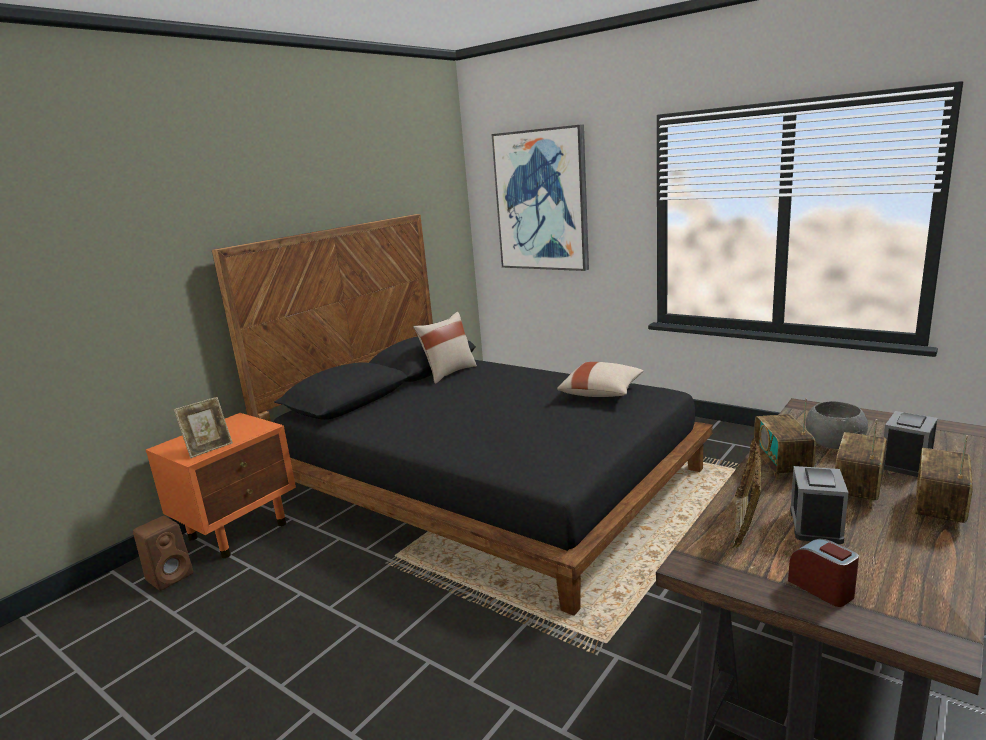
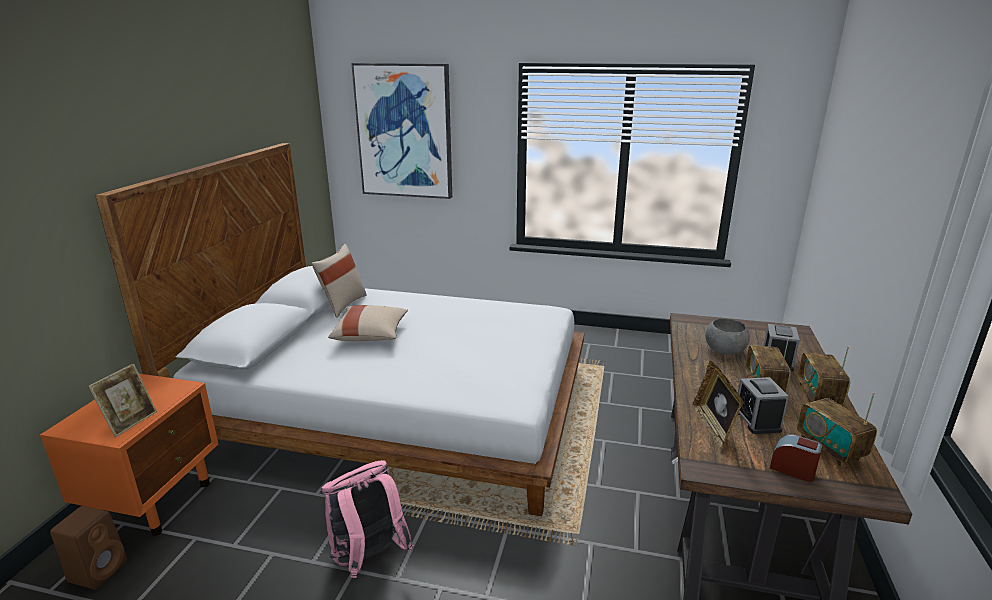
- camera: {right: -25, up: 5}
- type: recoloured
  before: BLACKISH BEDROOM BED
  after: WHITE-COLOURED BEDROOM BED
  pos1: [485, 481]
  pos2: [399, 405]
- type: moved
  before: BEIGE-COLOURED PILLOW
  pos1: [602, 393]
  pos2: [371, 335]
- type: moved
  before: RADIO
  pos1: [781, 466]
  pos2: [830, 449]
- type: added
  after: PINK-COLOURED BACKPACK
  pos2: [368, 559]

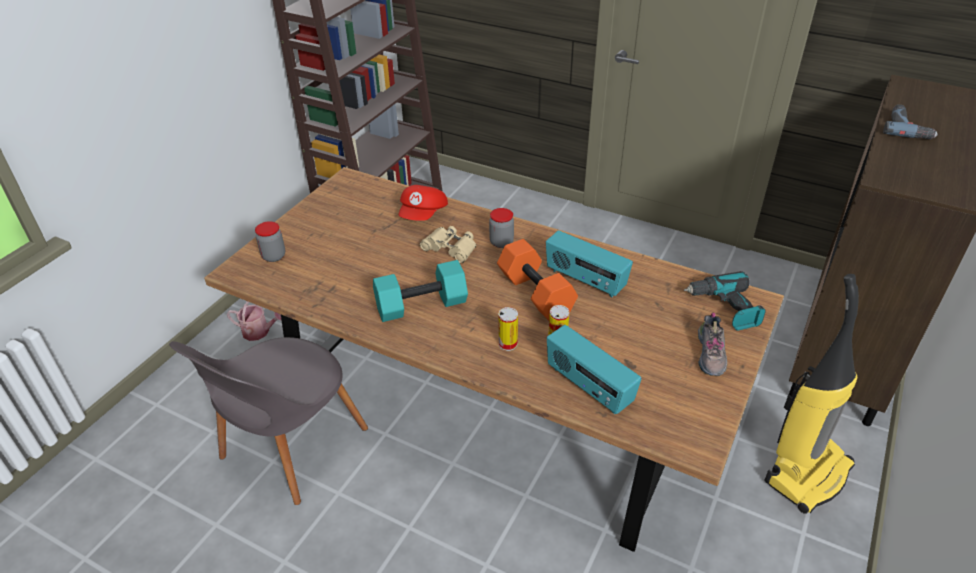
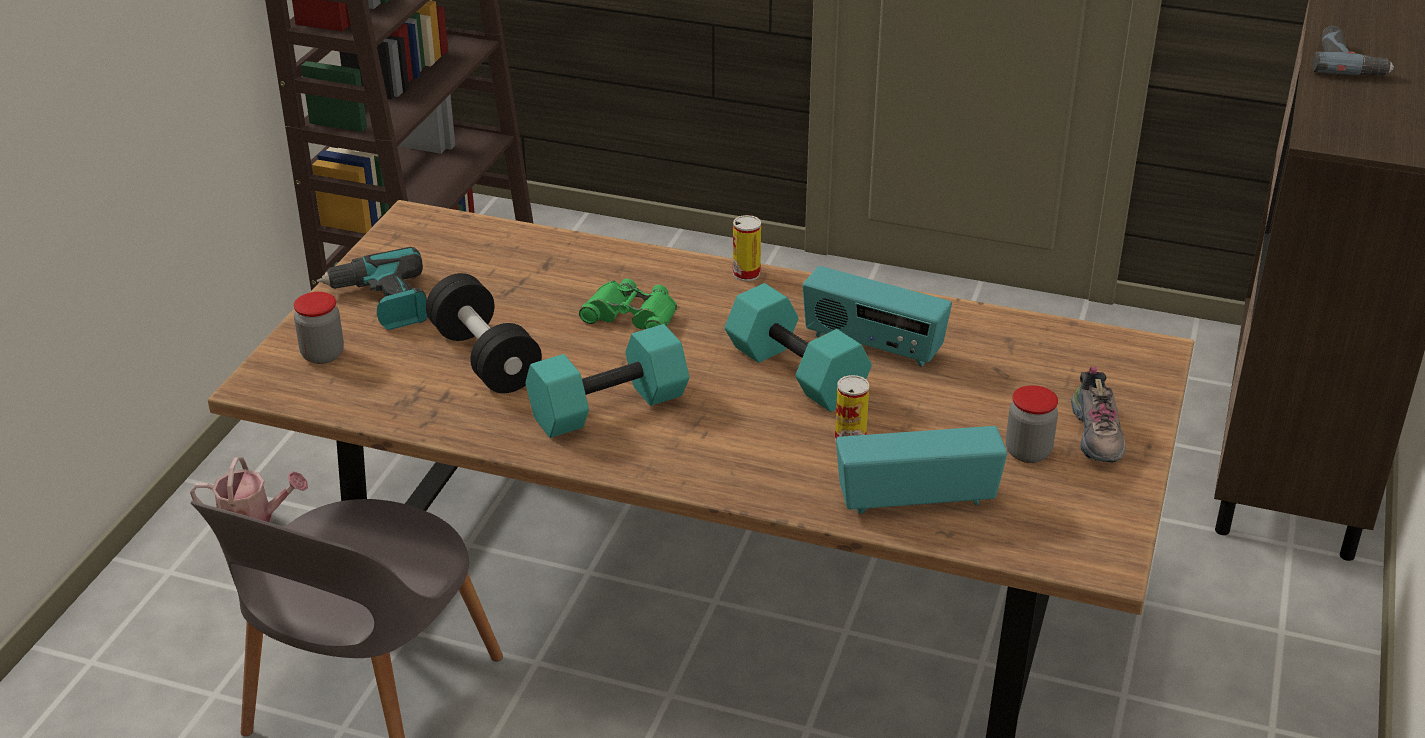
- camera: {right: -10, up: -5}
- type: removed
  before: REDDISH BASEBALL CAP
  pos1: [423, 214]
- type: recoloured
  before: BEIGE-COLOURED PAIR OF BINOCULARS
  after: GREEN PAIR OF BINOCULARS
  pos1: [450, 248]
  pos2: [631, 316]
- type: moved
  before: STORAGE JAR
  pos1: [501, 242]
  pos2: [1028, 452]
- type: recoloured
  before: ORANGE-COLOURED HAND WEIGHT
  after: TURQUOISE HAND WEIGHT
  pos1: [534, 294]
  pos2: [793, 373]
- type: moved
  before: SEALED CAN
  pos1: [508, 344]
  pos2: [746, 273]
- type: turned
  before: RADIO
  pos1: [588, 387]
  pos2: [916, 499]
  turn: 135
- type: moved
  before: DRILL
  pos1: [725, 308]
  pos2: [382, 303]
- type: removed
  before: HOOVER
  pos1: [806, 472]
- type: added
  after: BLACKISH HAND WEIGHT
  pos2: [485, 358]

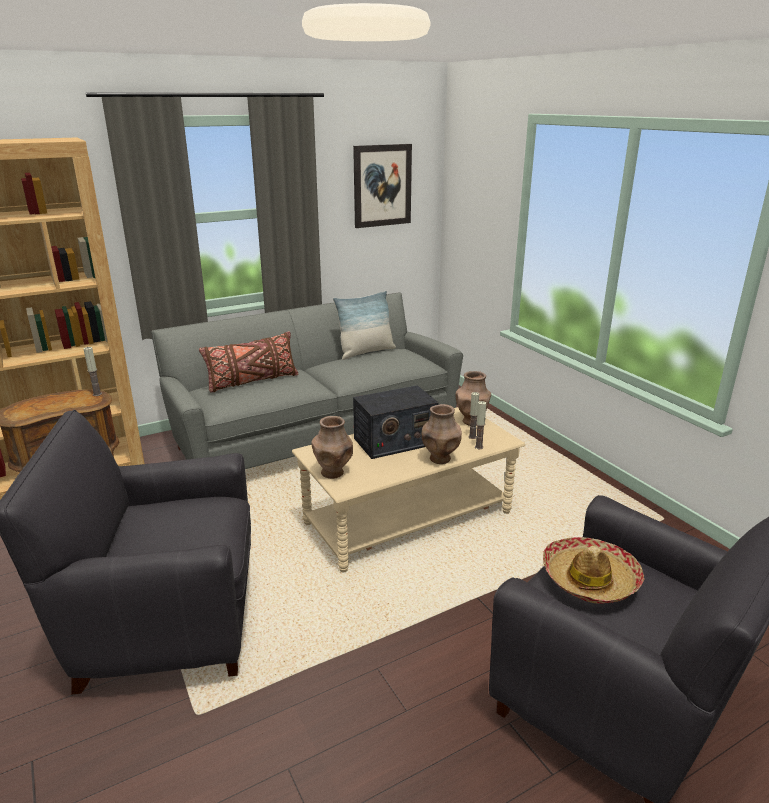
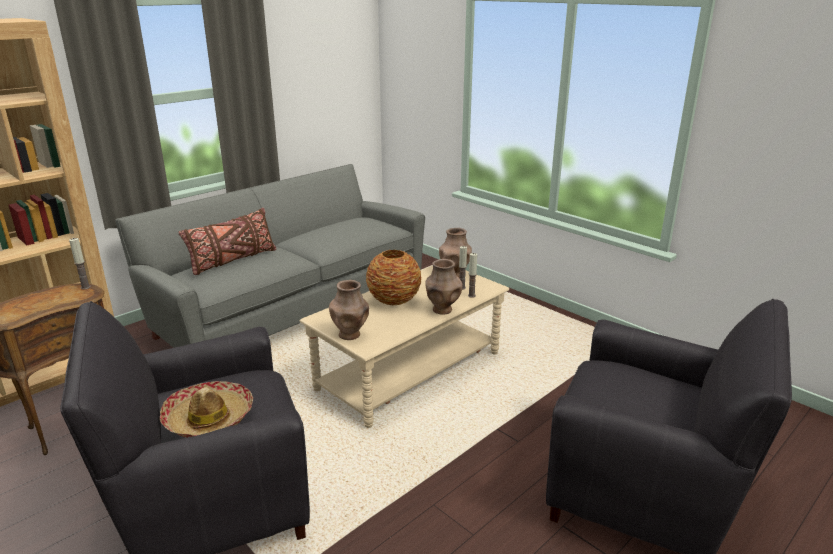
- camera: {right: -15, up: 0}
- type: removed
  before: PILLOW
  pos1: [366, 352]
- type: removed
  before: PICTURE
  pos1: [382, 185]
- type: replaced
  before: RADIO
  after: FLOWER VASE
  pos1: [394, 441]
  pos2: [394, 300]
- type: moved
  before: HAT
  pos1: [590, 579]
  pos2: [209, 418]

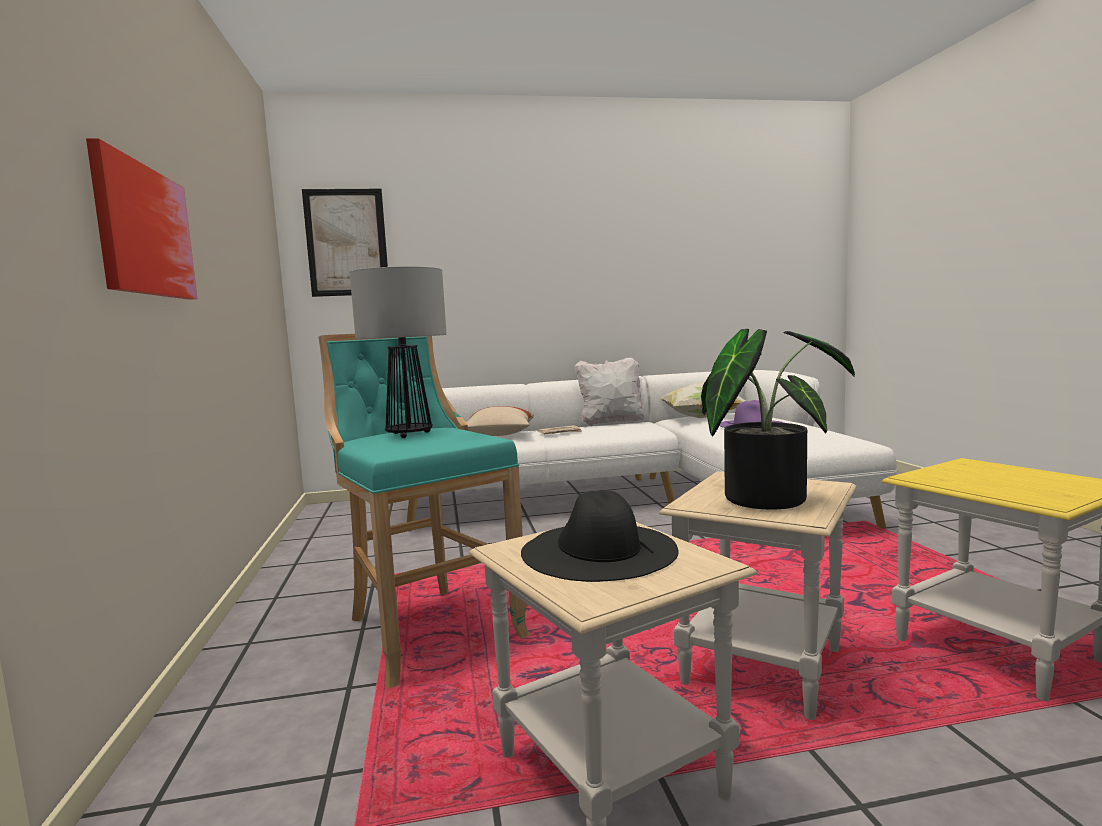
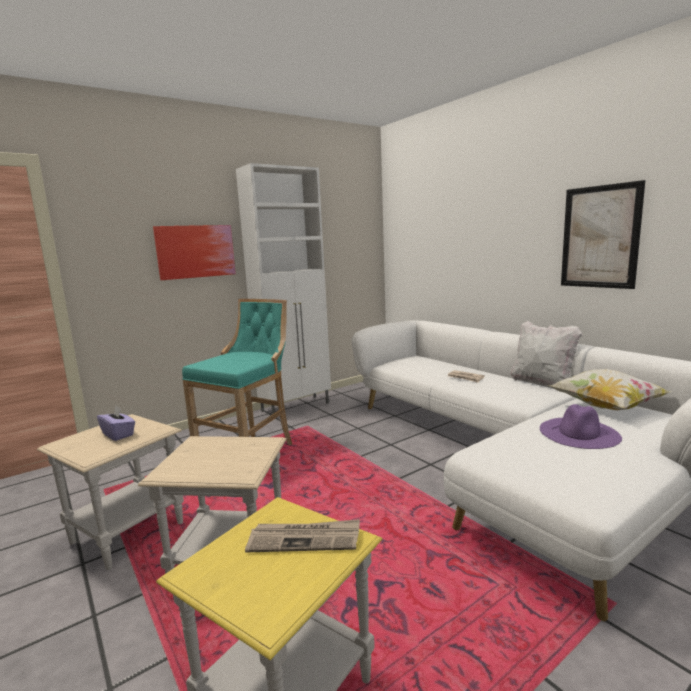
- camera: {right: 65, up: 5}
- type: moved
  before: PICTURE
  pos1: [347, 242]
  pos2: [600, 237]
- type: removed
  before: TABLETOP LAMP
  pos1: [408, 434]
- type: removed
  before: BEIGE-COLOURED PILLOW
  pos1: [499, 435]
- type: replaced
  before: BLACKISH HAT
  after: PURPLE-COLOURED BOX OF TISSUES
  pos1: [598, 550]
  pos2: [118, 434]
- type: removed
  before: POTTED PLANT
  pos1: [763, 496]
- type: added
  after: WHITE-COLOURED CUPBOARD
  pos2: [296, 407]
- type: added
  after: NEWSPAPER
  pos2: [305, 539]

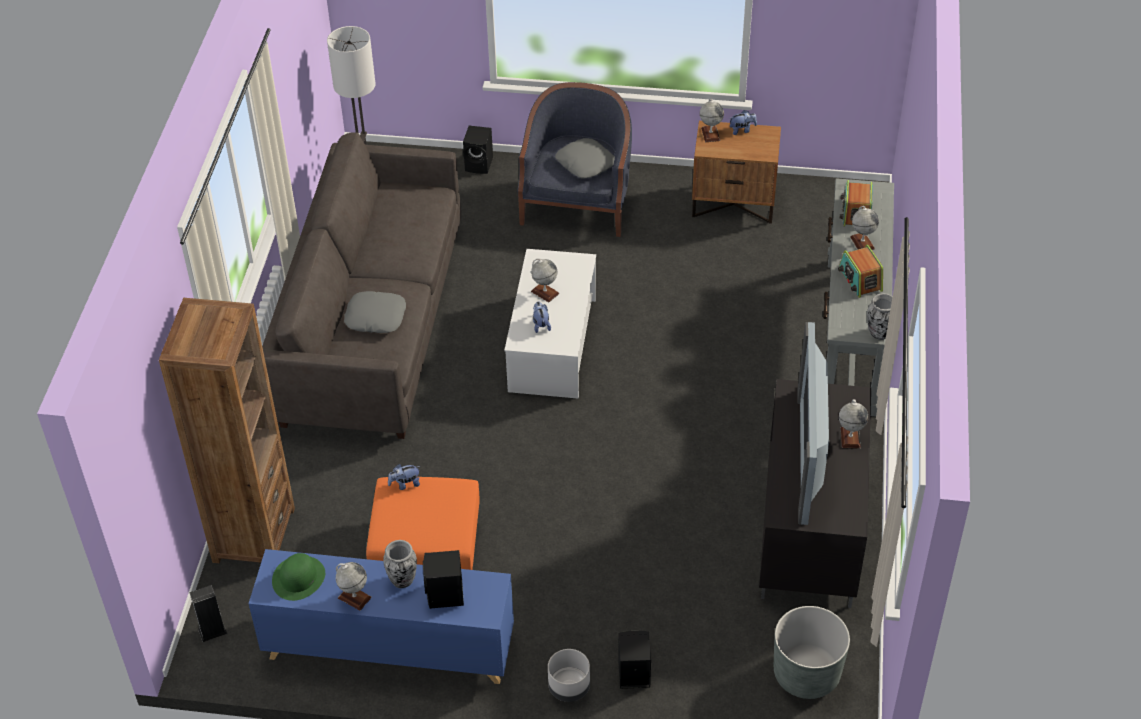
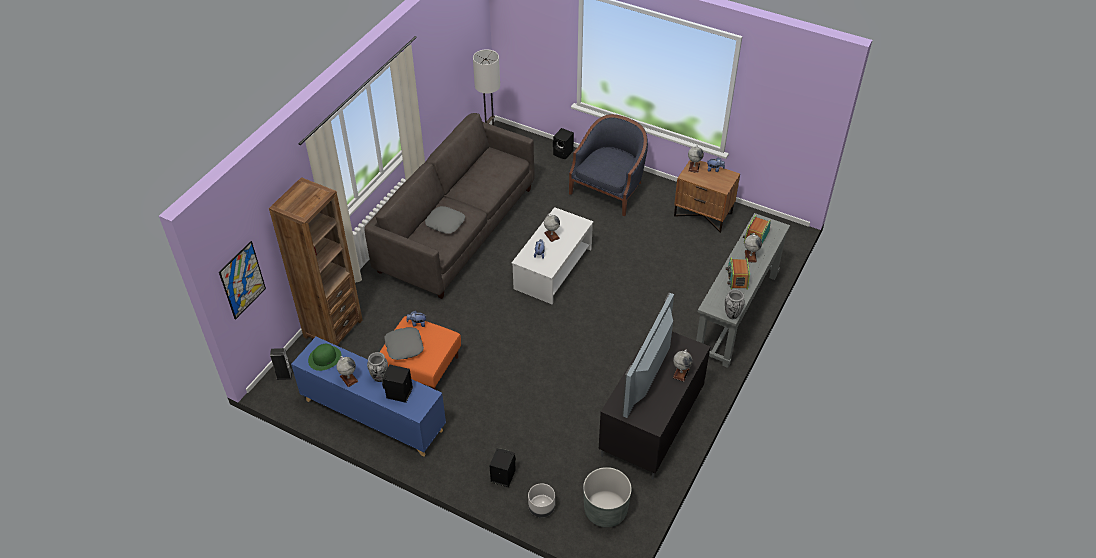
- camera: {right: 20, up: 0}
- type: moved
  before: GREY PLANT POT
  pos1: [569, 687]
  pos2: [541, 508]
- type: moved
  before: GREY PILLOW
  pos1: [585, 163]
  pos2: [404, 346]
- type: added
  after: PICTURE
  pos2: [242, 280]

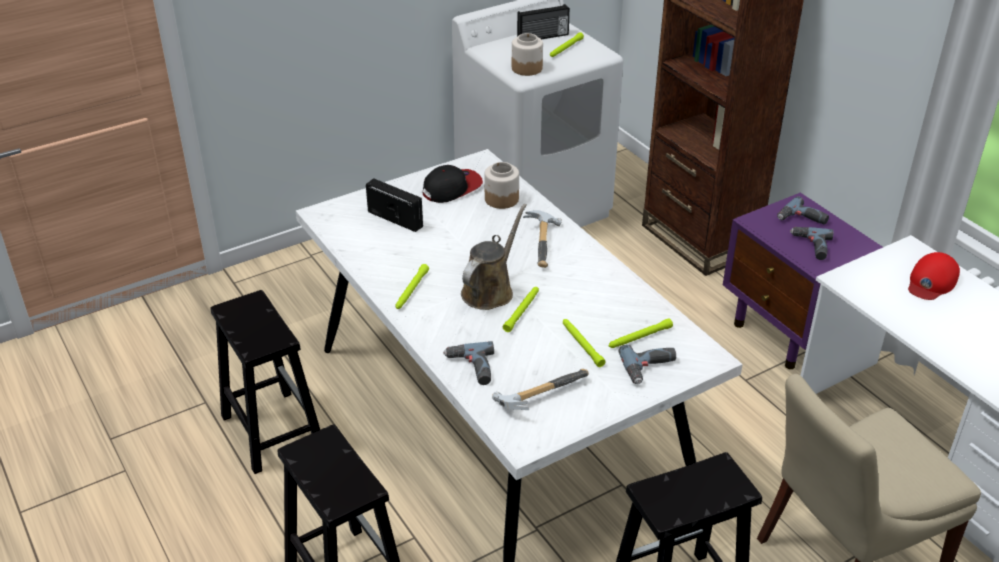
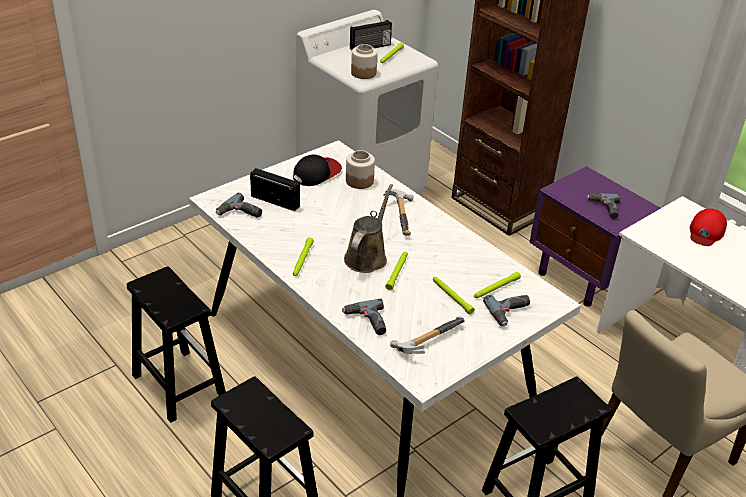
- camera: {right: -10, up: 0}
- type: moved
  before: DRILL
  pos1: [802, 219]
  pos2: [239, 214]

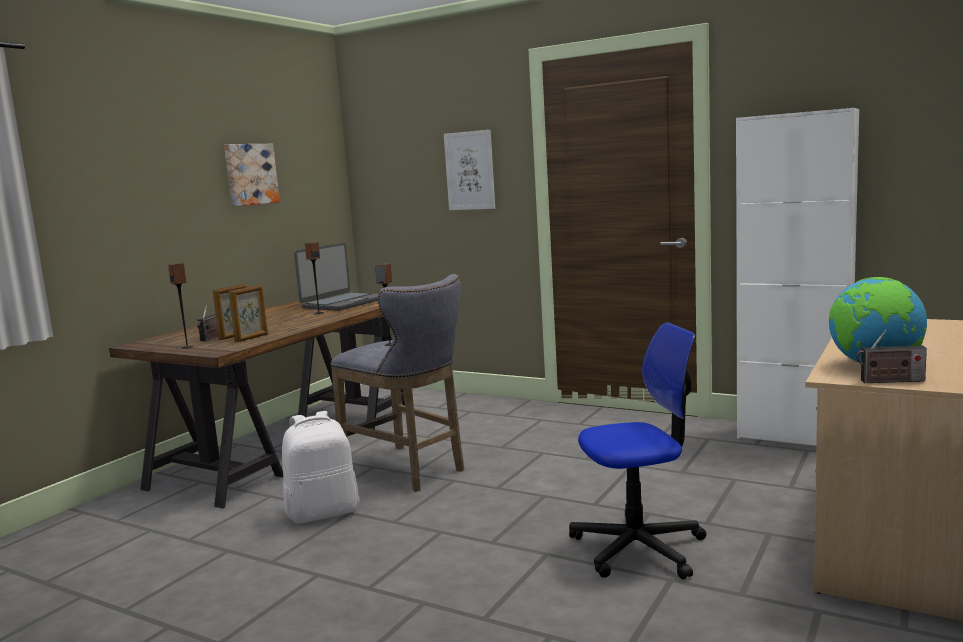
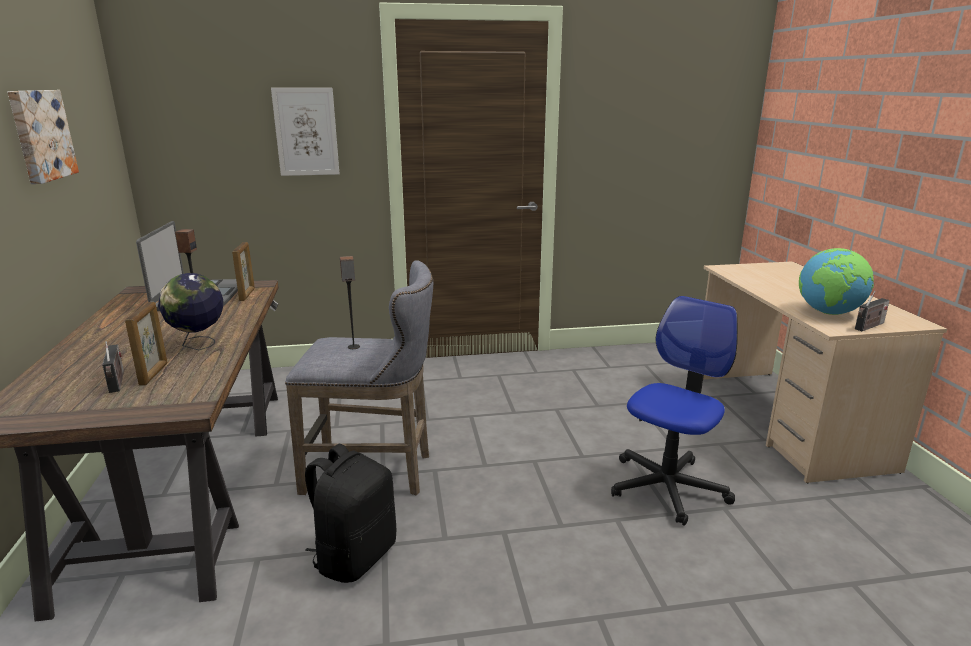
- camera: {right: -40, up: 10}
- type: removed
  before: SPEAKER
  pos1: [187, 347]
- type: moved
  before: STANDING FRAME
  pos1: [252, 338]
  pos2: [247, 295]
- type: recoloured
  before: WHITE-COLOURED BACKPACK
  after: BLACKISH BACKPACK
  pos1: [323, 512]
  pos2: [355, 556]
- type: removed
  before: WHITE-COLOURED CUPBOARD
  pos1: [793, 436]
- type: added
  after: GLOBE
  pos2: [198, 345]

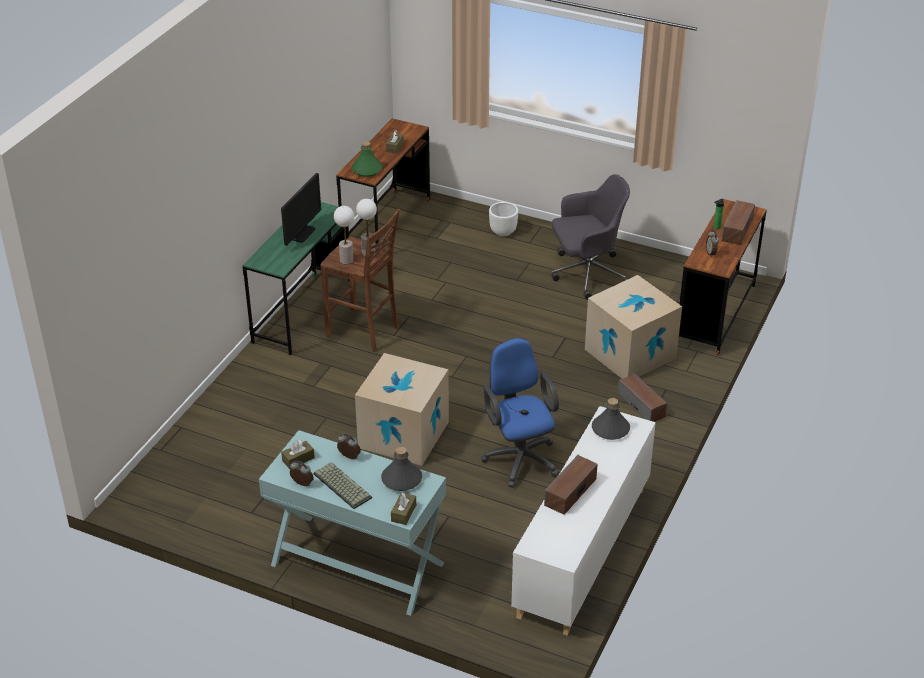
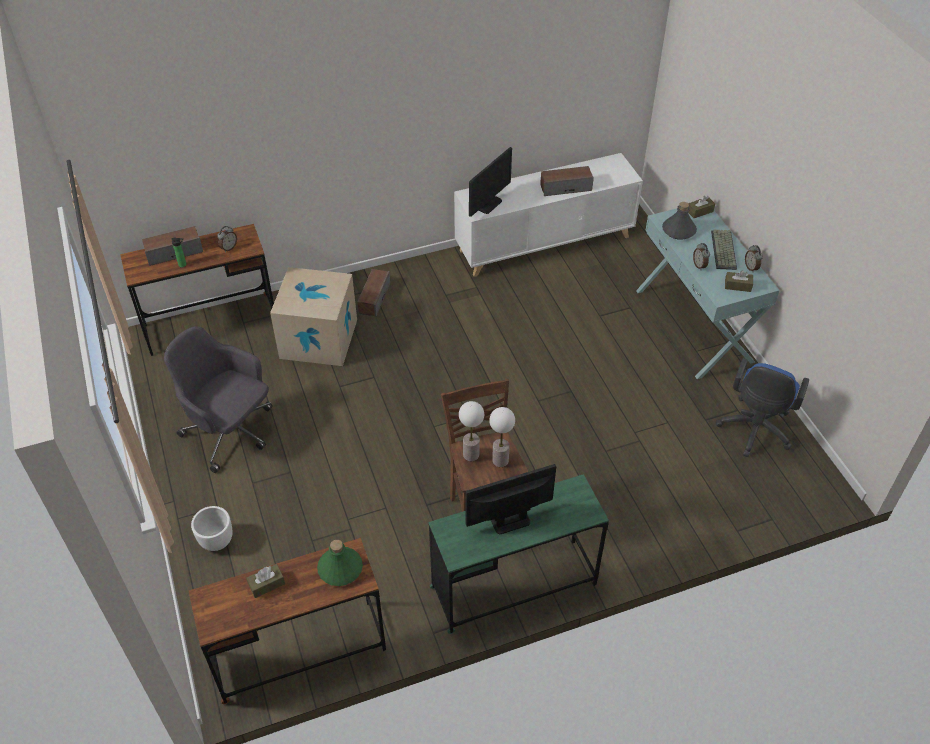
- camera: {right: -135, up: 10}
- type: removed
  before: PACKING BOX
  pos1: [403, 434]
- type: moved
  before: BLUE DESK CHAIR
  pos1: [519, 457]
  pos2: [753, 431]
- type: replaced
  before: GREY DRINK BOTTLE
  after: COMPUTER SCREEN
  pos1: [610, 429]
  pos2: [488, 204]

